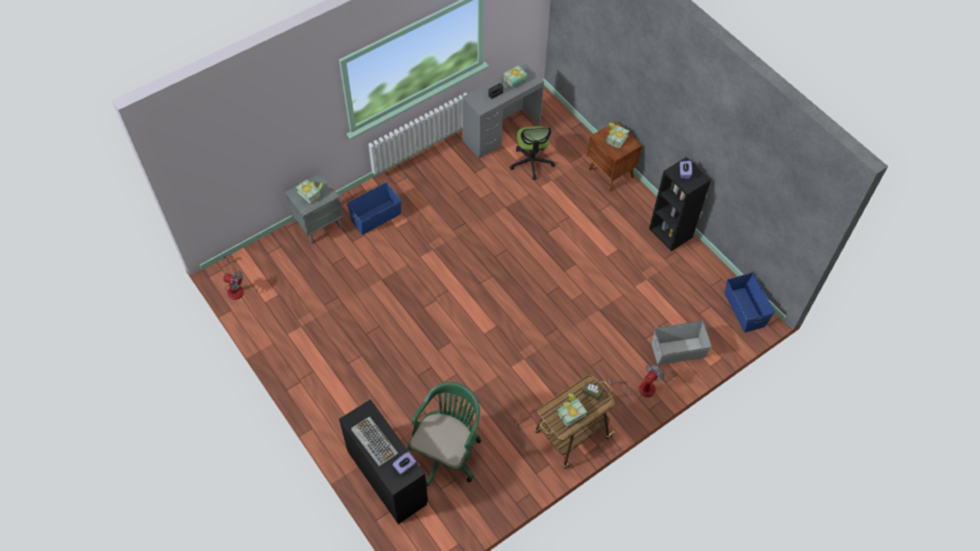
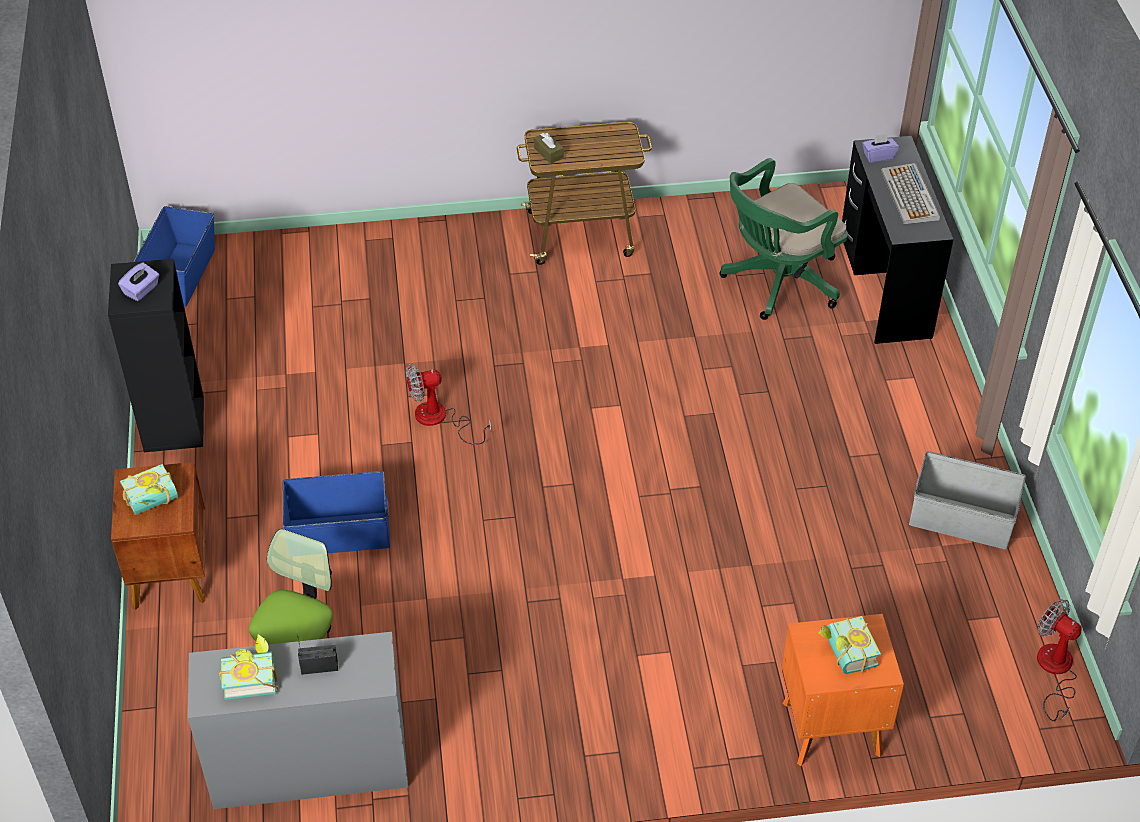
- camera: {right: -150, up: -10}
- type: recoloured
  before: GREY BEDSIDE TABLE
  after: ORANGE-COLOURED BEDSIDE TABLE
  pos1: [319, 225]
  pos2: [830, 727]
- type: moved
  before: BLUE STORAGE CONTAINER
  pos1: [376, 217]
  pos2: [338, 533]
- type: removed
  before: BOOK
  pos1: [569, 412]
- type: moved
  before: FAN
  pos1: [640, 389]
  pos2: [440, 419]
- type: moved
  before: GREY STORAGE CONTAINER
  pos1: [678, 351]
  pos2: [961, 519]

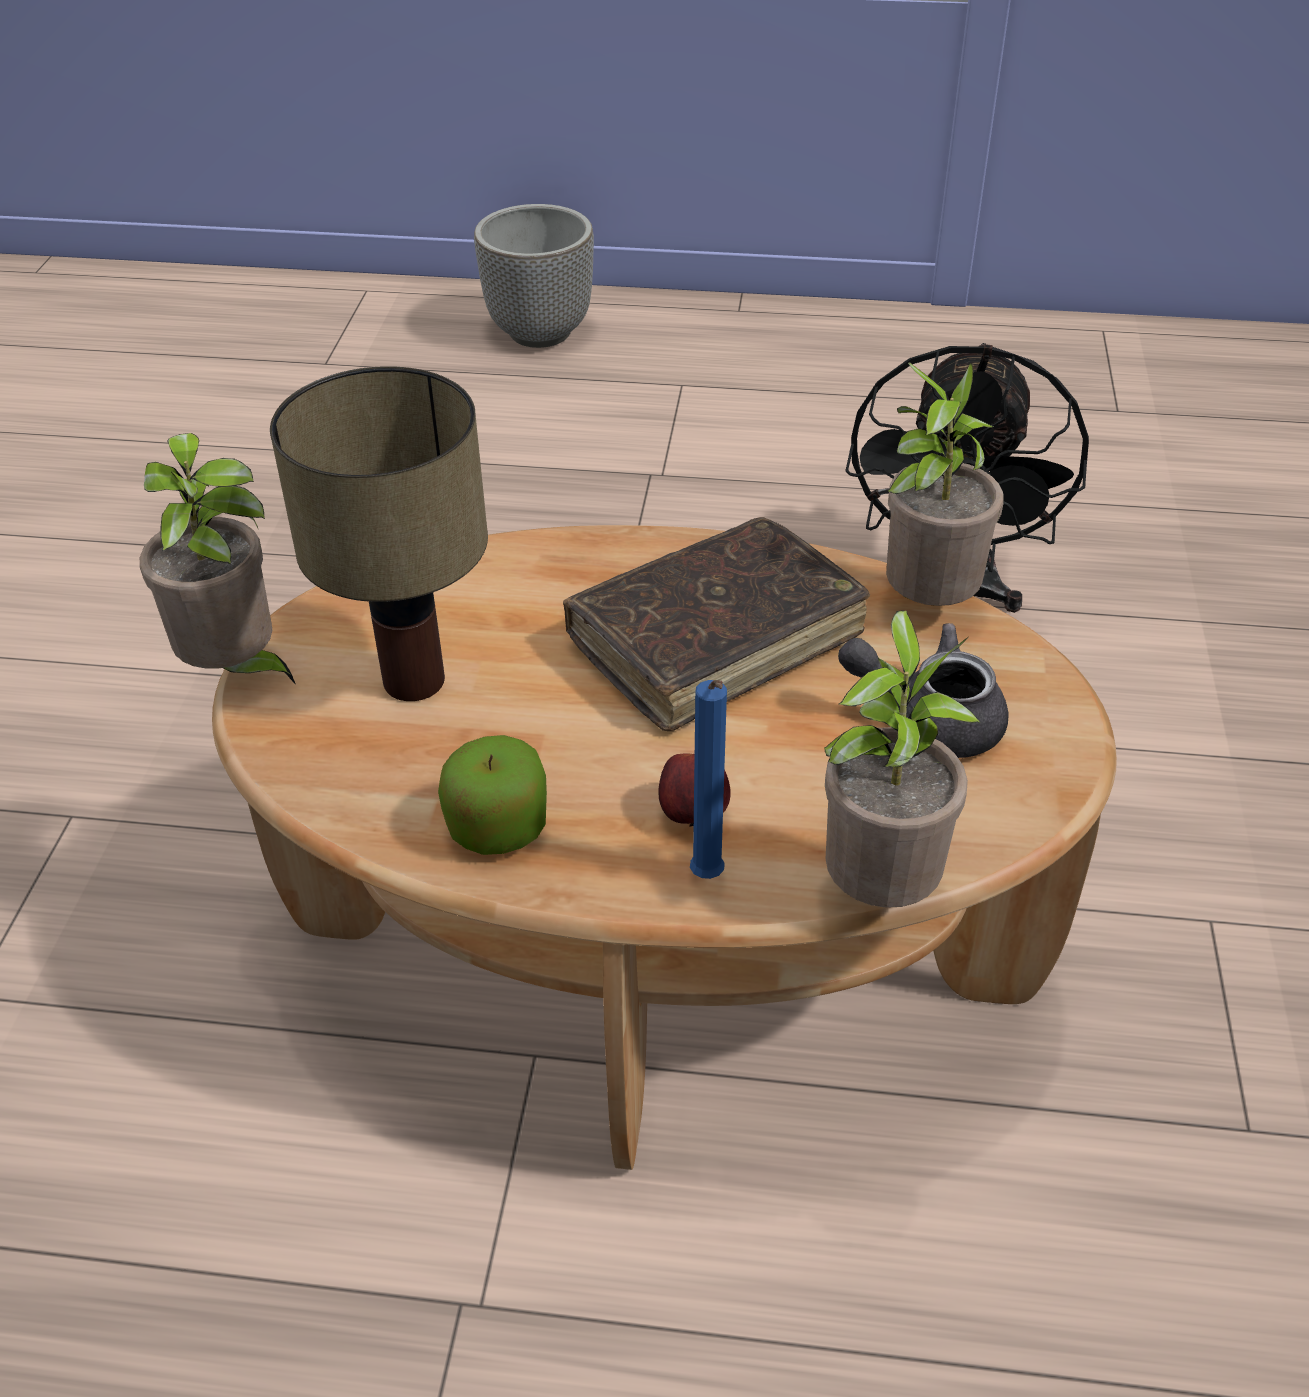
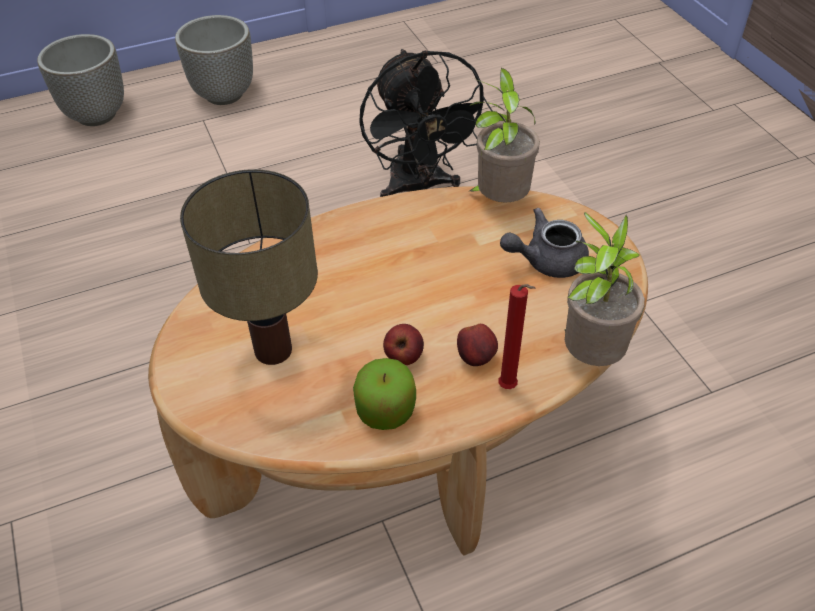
- camera: {right: -30, up: 5}
- type: removed
  before: POTTED PLANT
  pos1: [237, 672]
- type: removed
  before: BROWNISH BOOK
  pos1: [715, 640]
- type: recoloured
  before: BLUE WAX LIGHT
  after: REDDISH WAX LIGHT
  pos1: [708, 880]
  pos2: [509, 388]
- type: added
  after: PLANT POT
  pos2: [225, 94]
- type: added
  after: APPLE FRUIT
  pos2: [403, 357]

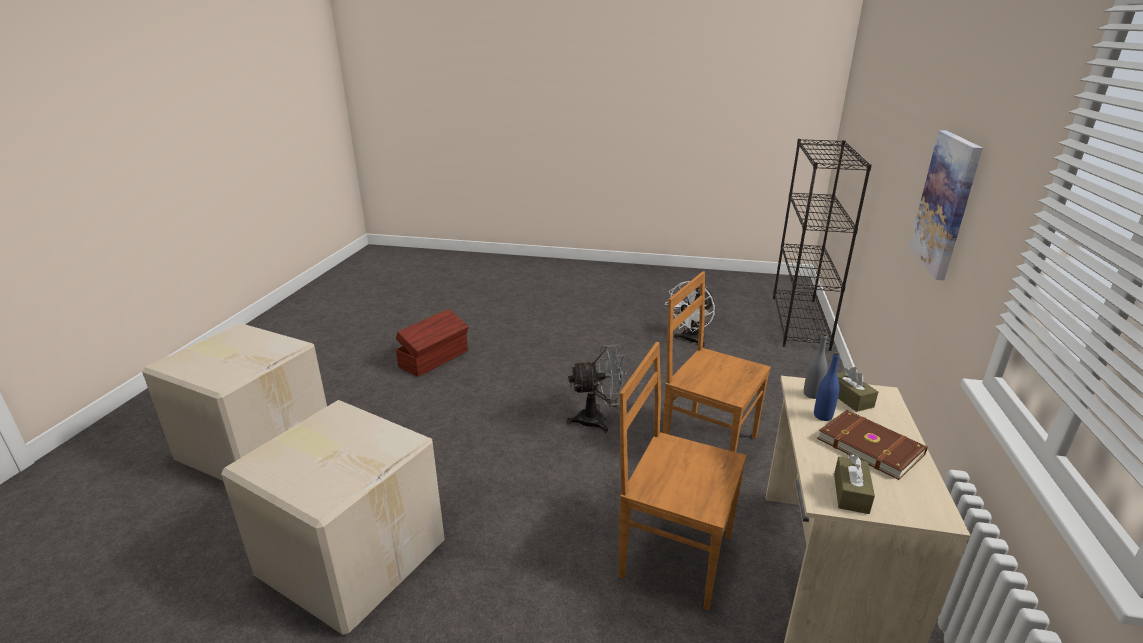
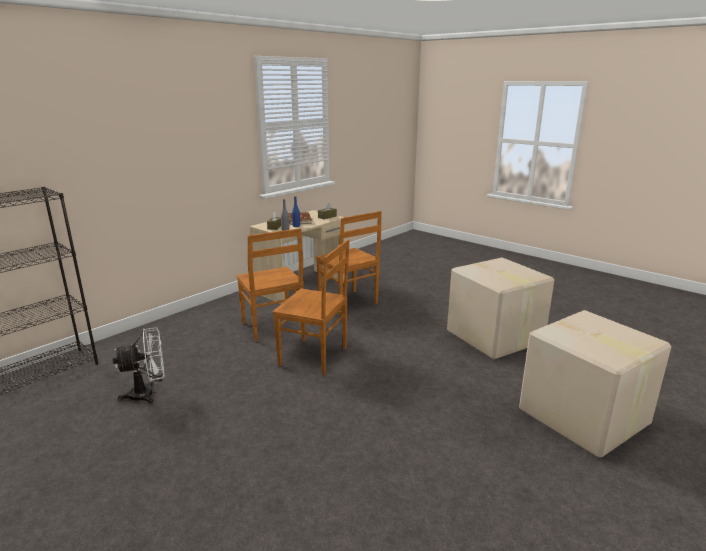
- camera: {right: -150, up: -5}
- type: removed
  before: BROWNISH STORAGE CONTAINER
  pos1: [435, 359]
- type: replaced
  before: GREY FAN
  after: BROWNISH UPRIGHT CHAIR
  pos1: [598, 420]
  pos2: [315, 357]
- type: removed
  before: PICTURE
  pos1: [945, 203]

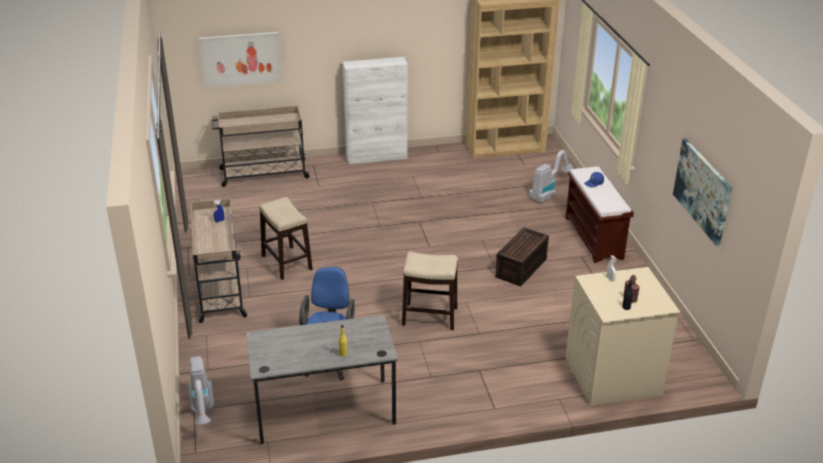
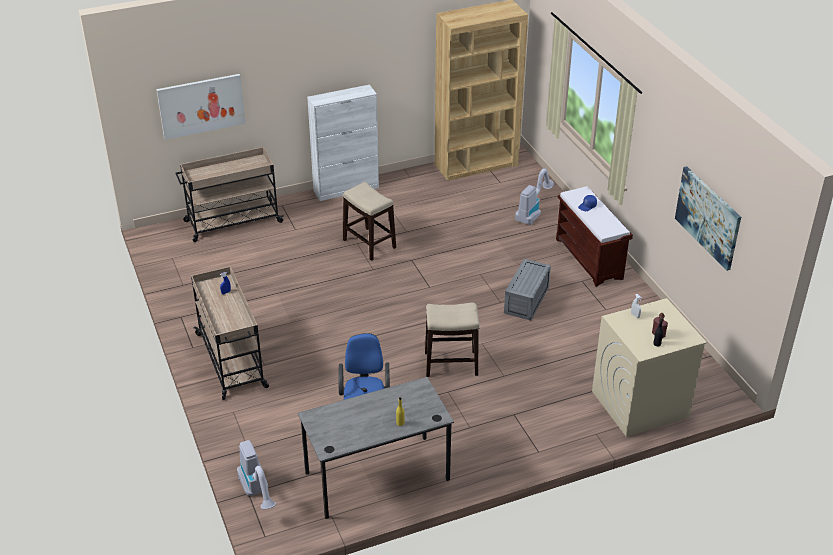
- camera: {right: -10, up: 5}
- type: moved
  before: STOOL
  pos1: [287, 263]
  pos2: [369, 244]
- type: recoloured
  before: BROWNISH STORAGE CONTAINER
  after: GREY STORAGE CONTAINER
  pos1: [521, 268]
  pos2: [527, 300]

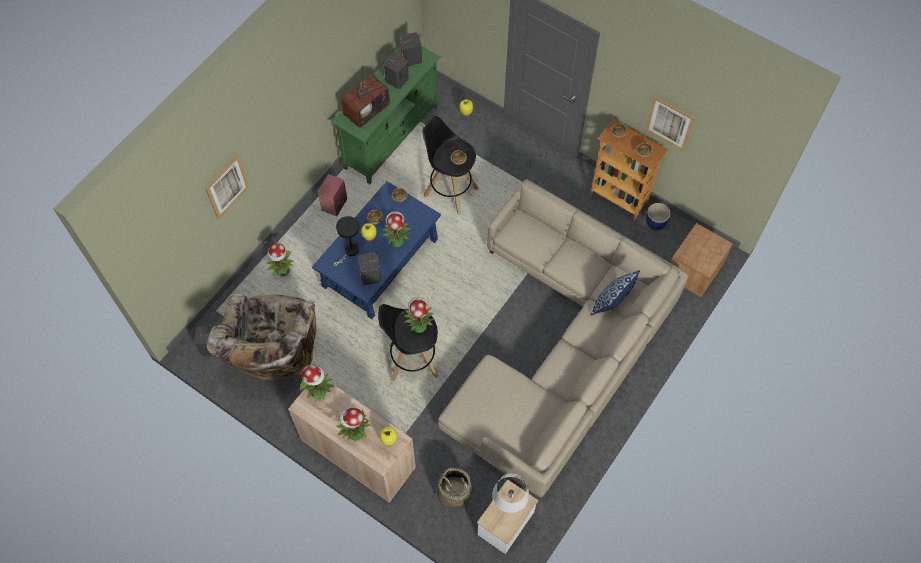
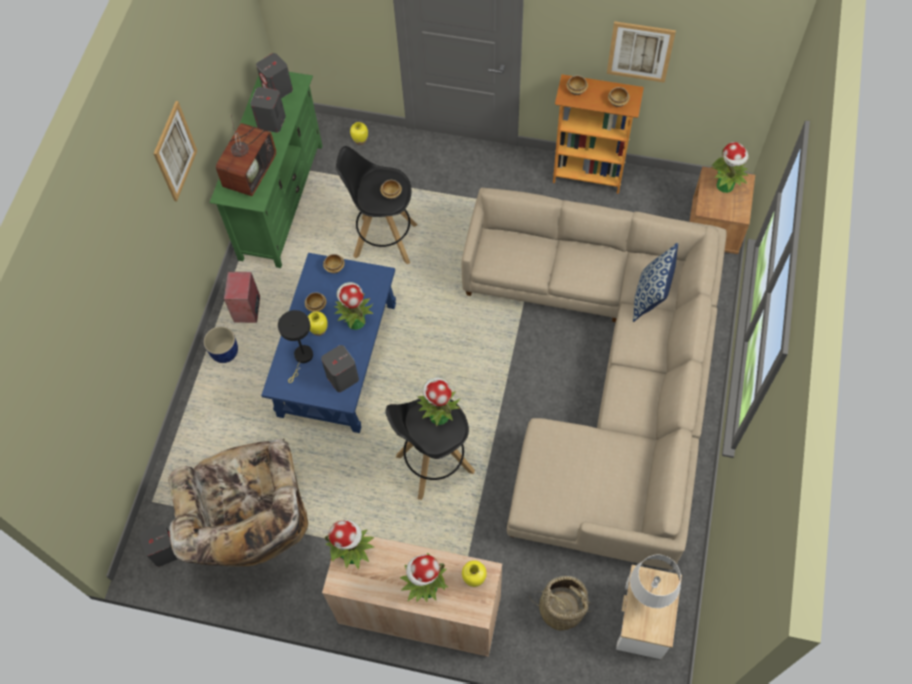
- camera: {right: -20, up: 0}
- type: moved
  before: PICTURE
  pos1: [227, 186]
  pos2: [175, 151]
- type: moved
  before: POTTED PLANT
  pos1: [283, 271]
  pos2: [725, 186]
- type: moved
  before: BLUE PLANT POT
  pos1: [655, 222]
  pos2: [225, 351]

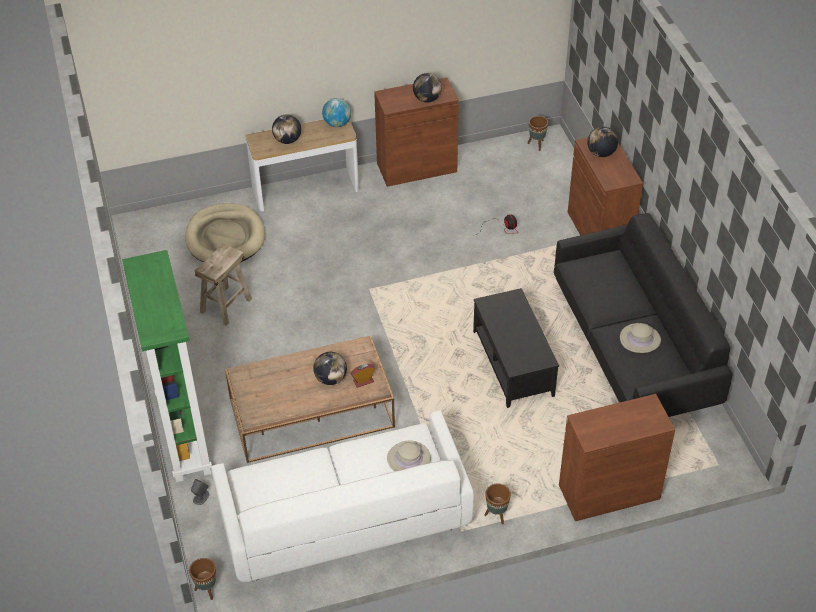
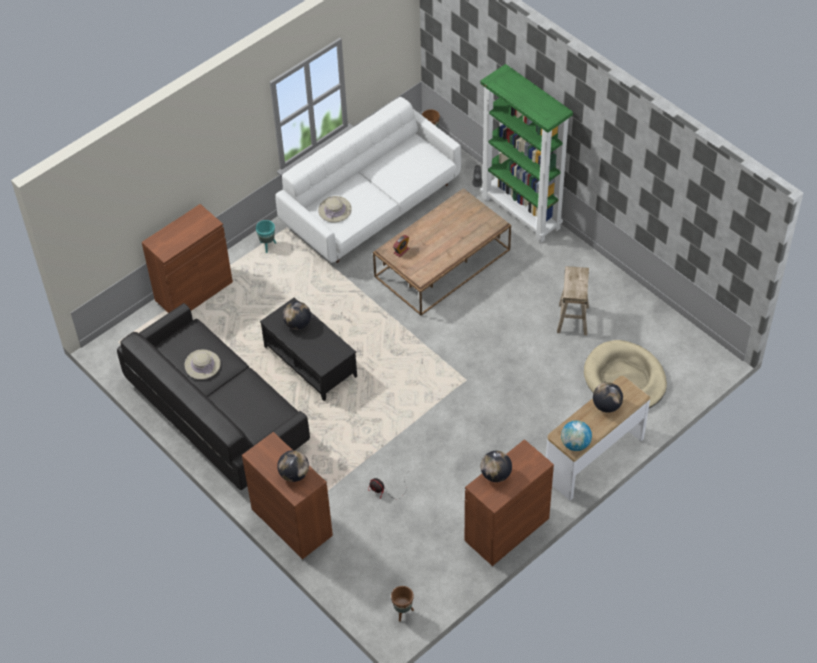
- camera: {right: 155, up: 5}
- type: moved
  before: GLOBE
  pos1: [331, 379]
  pos2: [297, 324]
- type: recoloured
  before: BROWNISH PLANT POT
  after: TURQUOISE PLANT POT
  pos1: [496, 515]
  pos2: [267, 246]

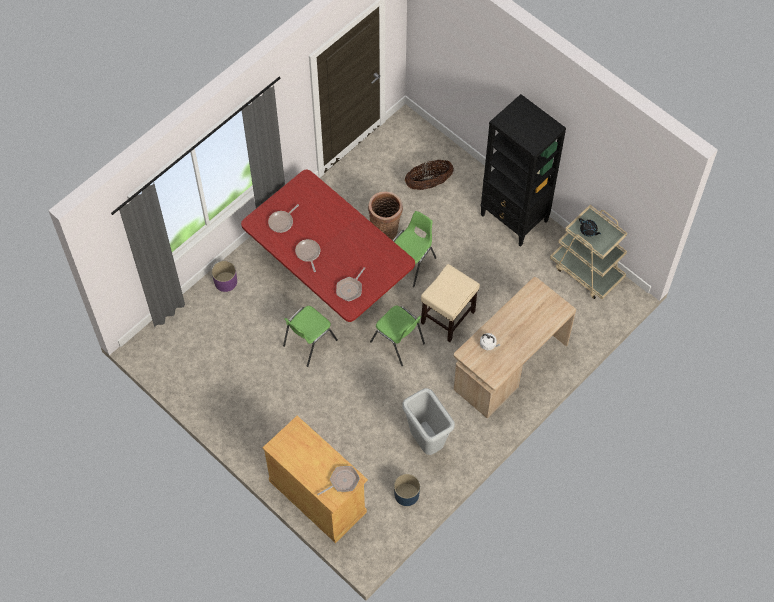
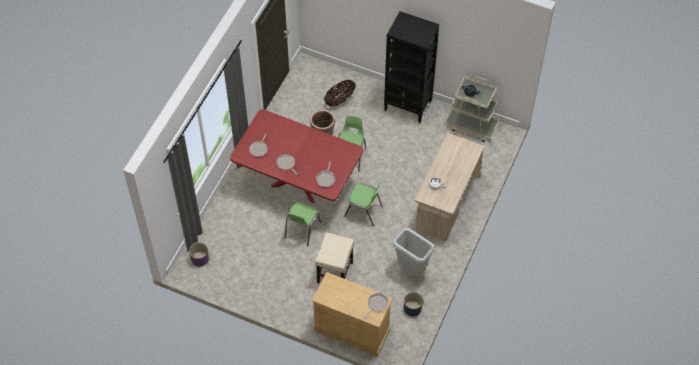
- camera: {right: -20, up: -5}
- type: moved
  before: PURPLE-COLOURED PLANT POT
  pos1: [225, 281]
  pos2: [200, 258]
- type: moved
  before: BEIGE-COLOURED STOOL
  pos1: [448, 316]
  pos2: [335, 272]

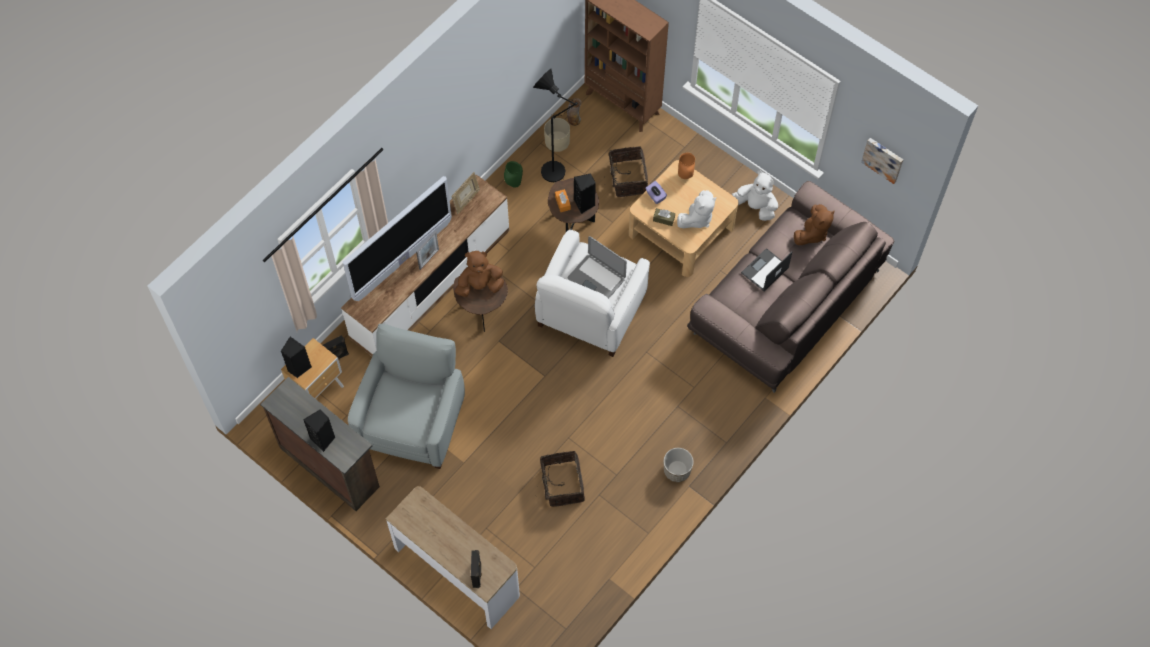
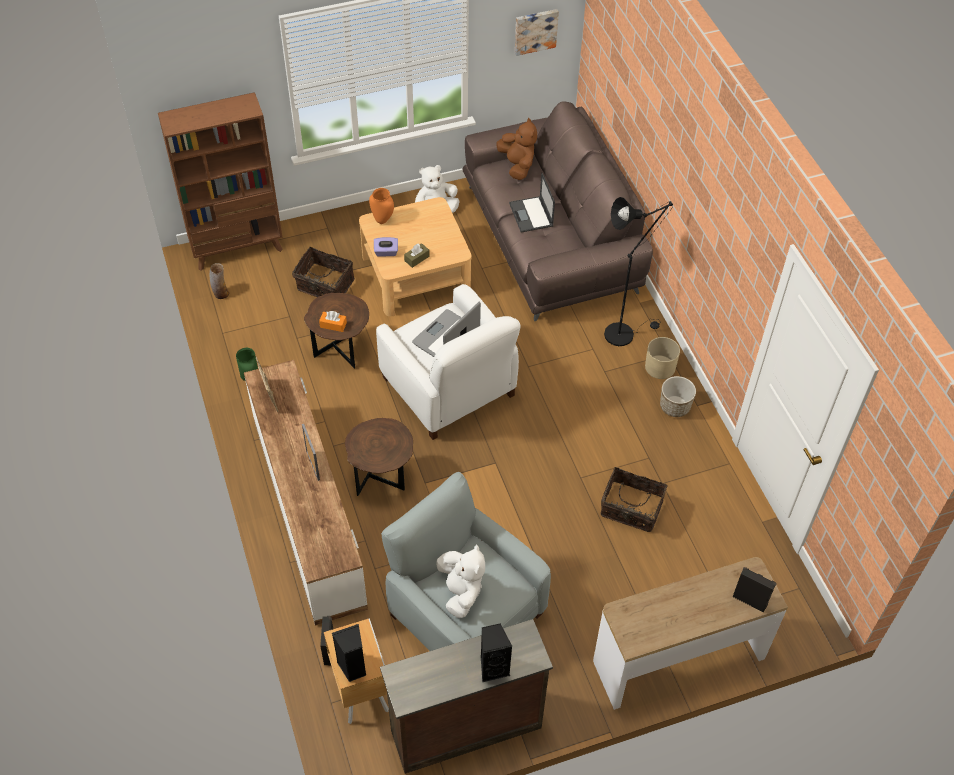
- camera: {right: -60, up: -10}
- type: removed
  before: TV
  pos1: [403, 261]
- type: removed
  before: BROWNISH CUDDLY TOY
  pos1: [480, 285]
- type: moved
  before: BLACKISH STANDARD LAMP
  pos1: [557, 174]
  pos2: [624, 332]
- type: moved
  before: BEIGE-COLOURED PLANT POT
  pos1: [557, 141]
  pos2: [660, 367]
- type: turned
  before: NOTEBOOK COMPUTER
  pos1: [596, 278]
  pos2: [446, 337]
  turn: 150
- type: removed
  before: BLACKISH SPEAKER
  pos1: [585, 204]
- type: moved
  before: WHITE-COLOURED CUDDLY TOY
  pos1: [697, 218]
  pos2: [461, 591]

